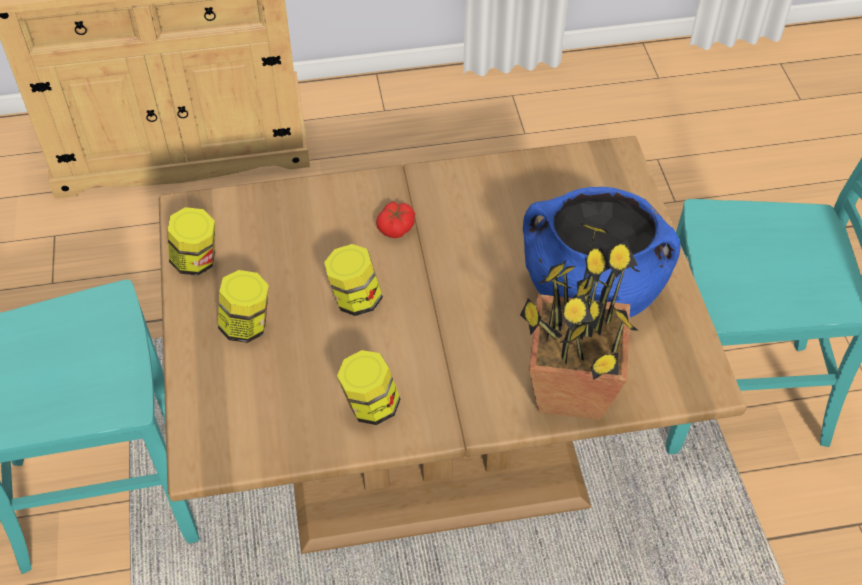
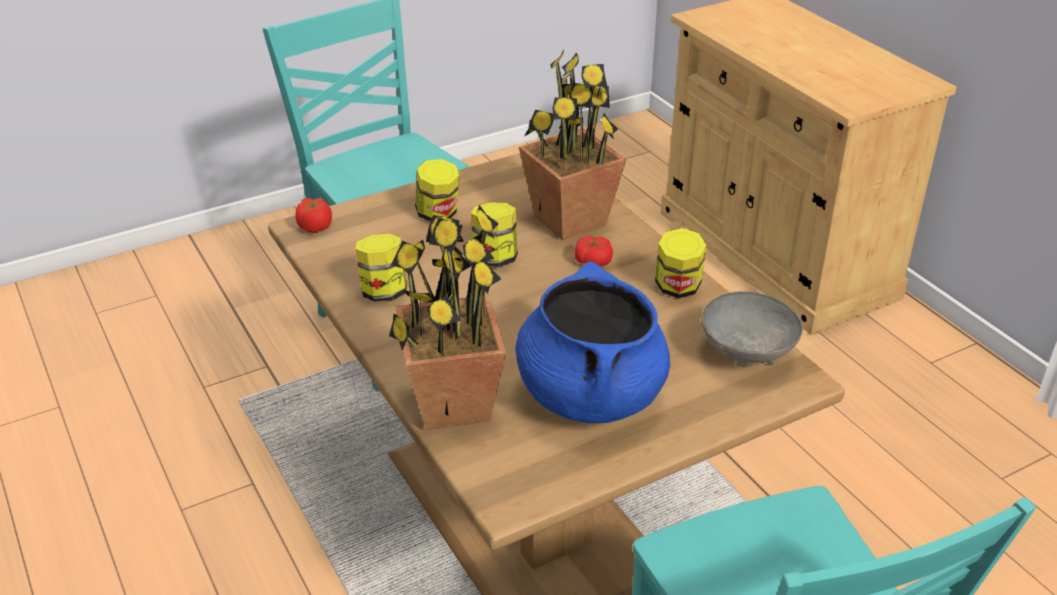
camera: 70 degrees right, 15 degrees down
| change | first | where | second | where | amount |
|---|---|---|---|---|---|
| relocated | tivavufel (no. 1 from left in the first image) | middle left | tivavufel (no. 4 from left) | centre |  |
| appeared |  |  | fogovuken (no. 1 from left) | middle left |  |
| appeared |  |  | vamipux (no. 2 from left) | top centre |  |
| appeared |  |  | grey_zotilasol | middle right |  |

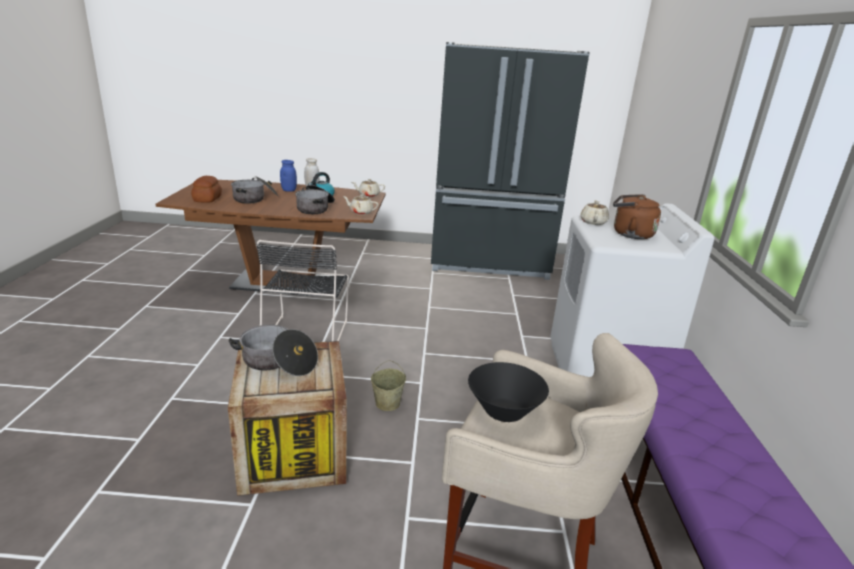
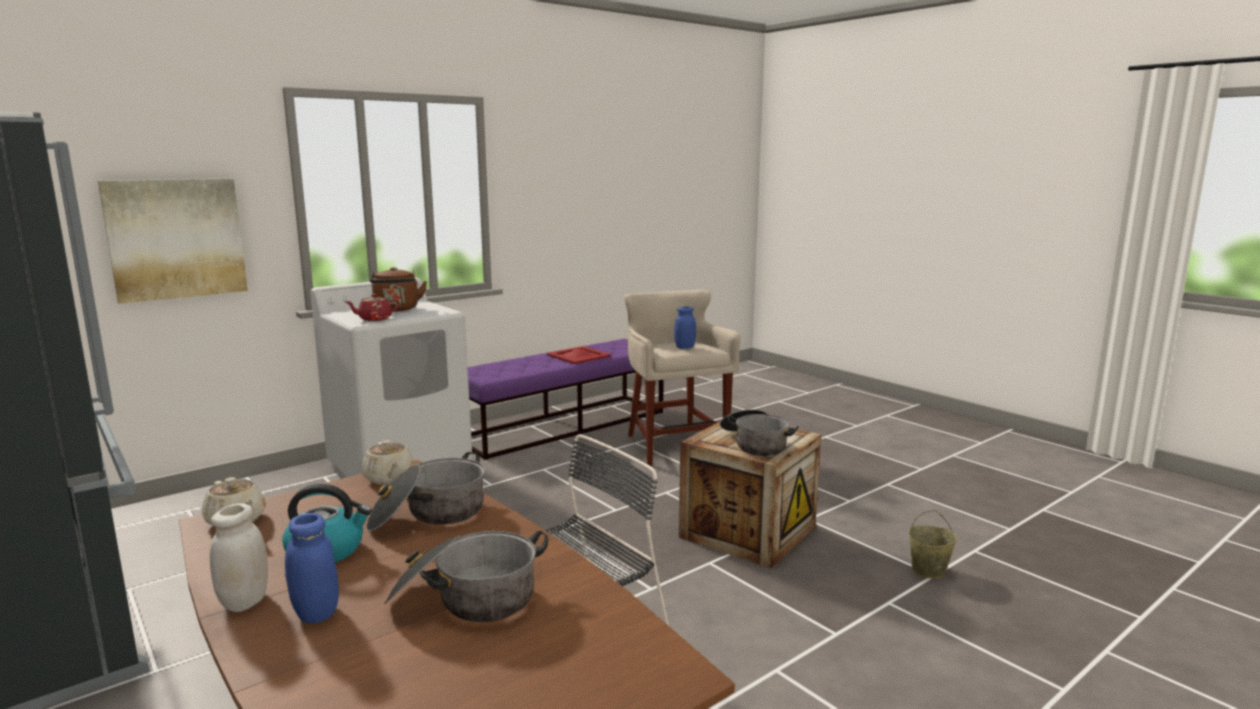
camera: 130 degrees left, 10 degrees down
| change | first | where | second | where | amount |
|---|---|---|---|---|---|
| missing | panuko | top left |  |  |  |
| relocated | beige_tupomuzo | bottom centre |  | bottom right |  |
| exchanged | black_zotilasol | bottom centre | blue_tivavufel (no. 2 from left) | centre |  |
| colour | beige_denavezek (no. 3 from left) | middle right | red_denavezek | middle left |  |
| appeared |  |  | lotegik | middle left |  |
| appeared |  |  | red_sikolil | centre |  |

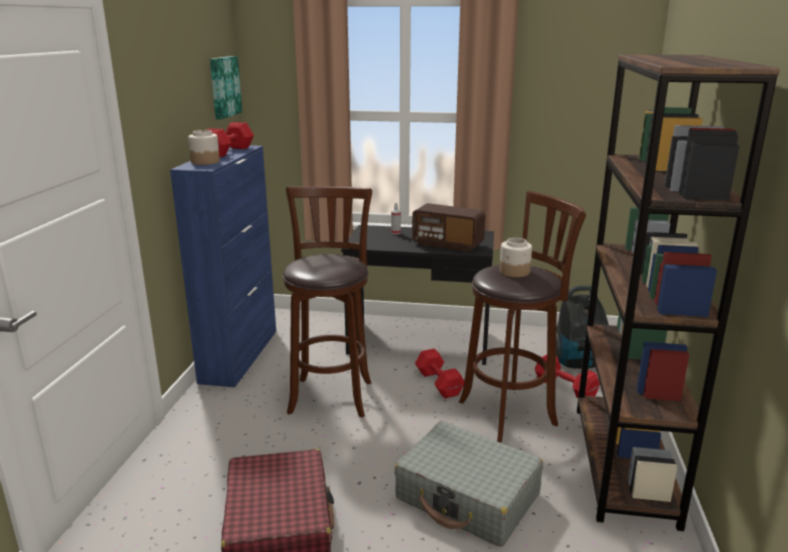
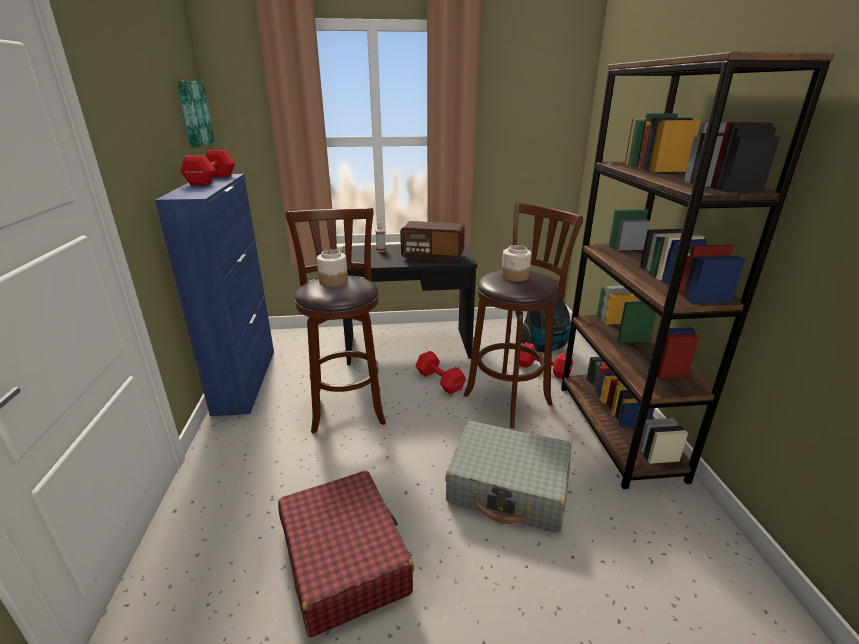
camera: 15 degrees left, 5 degrees up
| change | first | where | second | where | amount |
|---|---|---|---|---|---|
| relocated | tivavufel (no. 1 from left) | top left |  | centre |  |

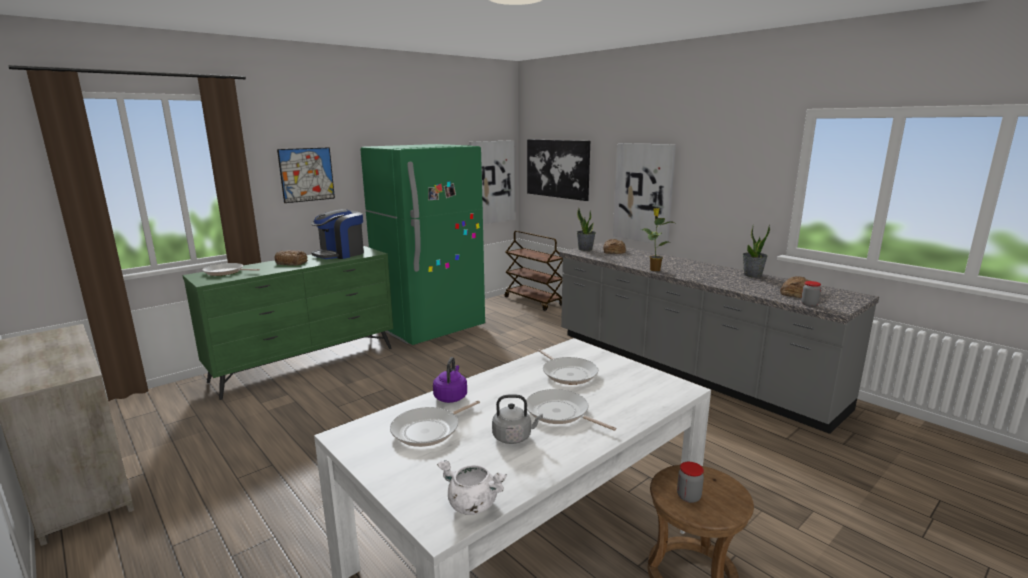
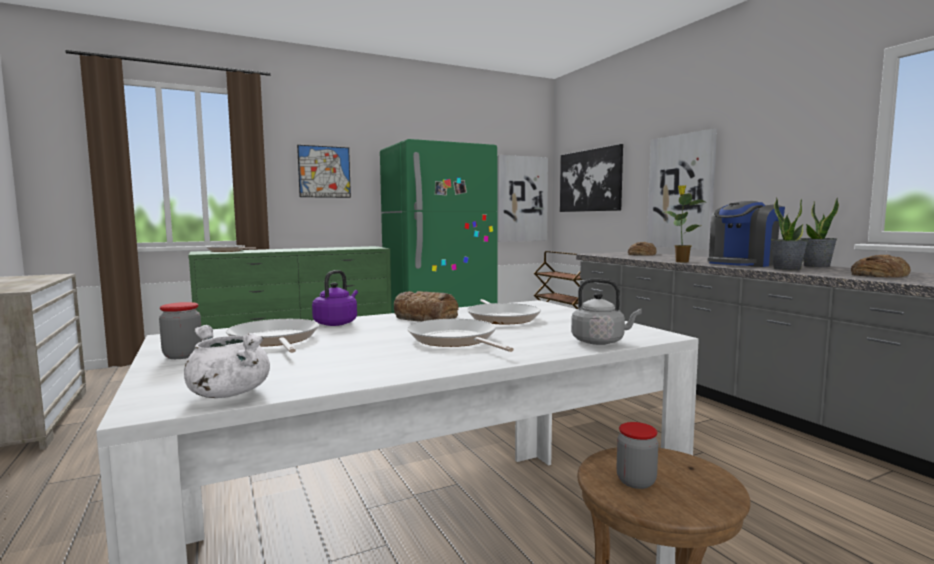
camera: 15 degrees right, 10 degrees down
| change | first | where | second | where | amount |
|---|---|---|---|---|---|
| relocated | panuko (no. 1 from left) | middle left |  | centre |  |
| relocated | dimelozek | middle left |  | middle right |  |
| spun | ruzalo (no. 2 from left) | bottom centre |  | middle left | 90 degrees clockwise |
| relocated | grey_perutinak | bottom centre |  | centre |  |
| relocated | vamipux (no. 1 from left in the first image) | centre | vamipux (no. 2 from left) | middle right |  |
| relocated | tivavufel (no. 2 from left in the first image) | middle right | tivavufel (no. 1 from left) | middle left |  |

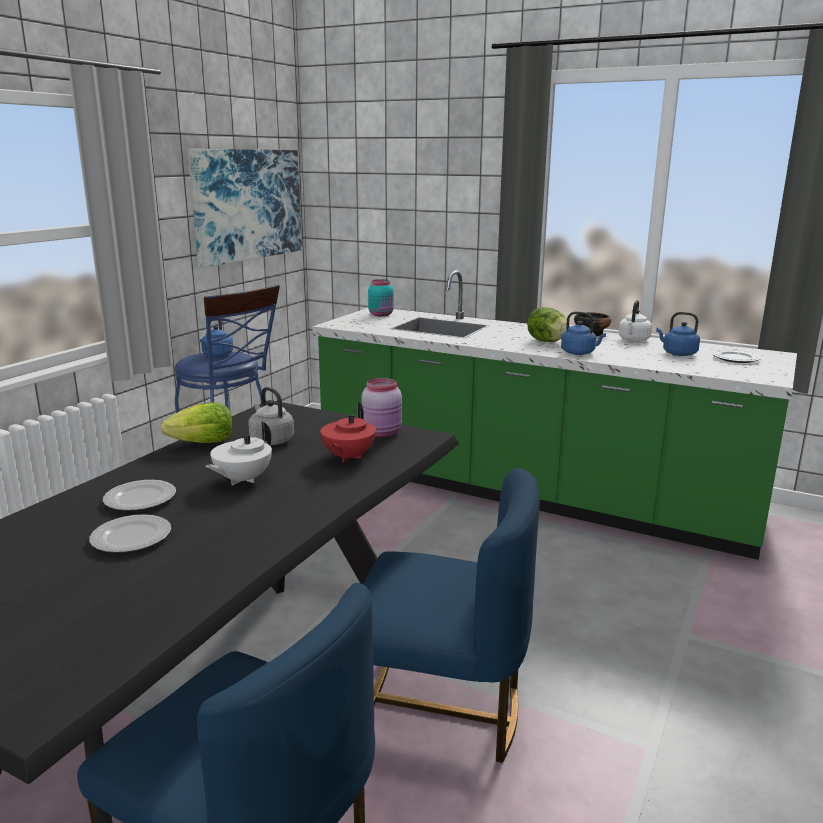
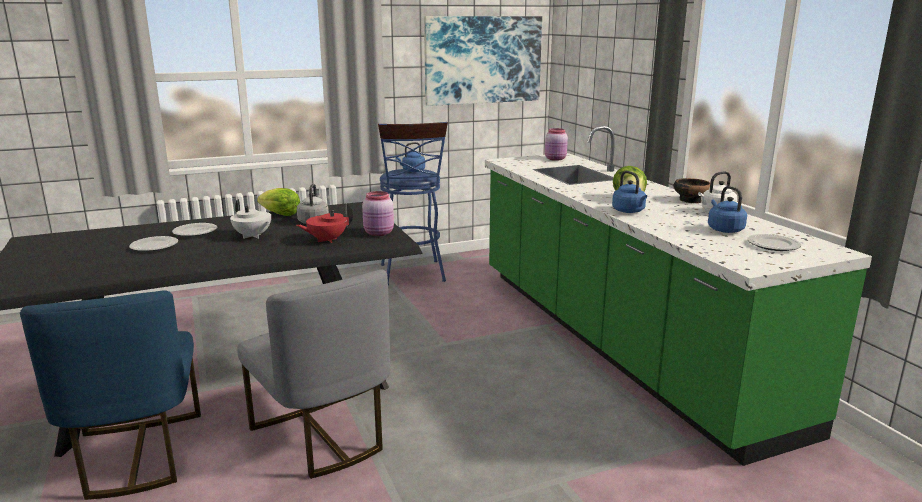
camera: 40 degrees right, 0 degrees up
| change | first | where | second | where | amount |
|---|---|---|---|---|---|
| spun | white_denavezek | middle left |  | middle left | 120 degrees counterclockwise |
| colour | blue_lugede (no. 2 from left) | bottom centre | grey_lugede | bottom centre |  |
| colour | turquoise_tivavufel | centre | pink_tivavufel (no. 2 from left) | top centre |  |

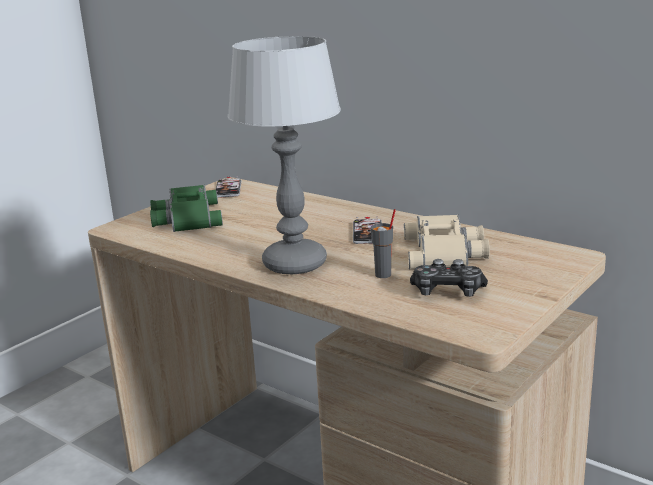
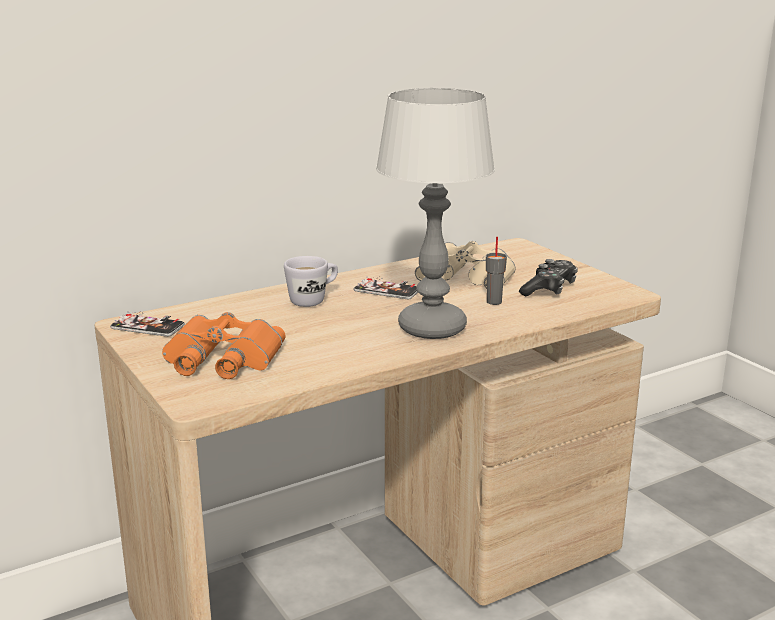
camera: 70 degrees left, 0 degrees up
| change | first | where | second | where | amount |
|---|---|---|---|---|---|
| colour | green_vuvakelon | middle left | orange_vuvakelon | middle left |  |
| appeared |  |  | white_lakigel | centre |  |

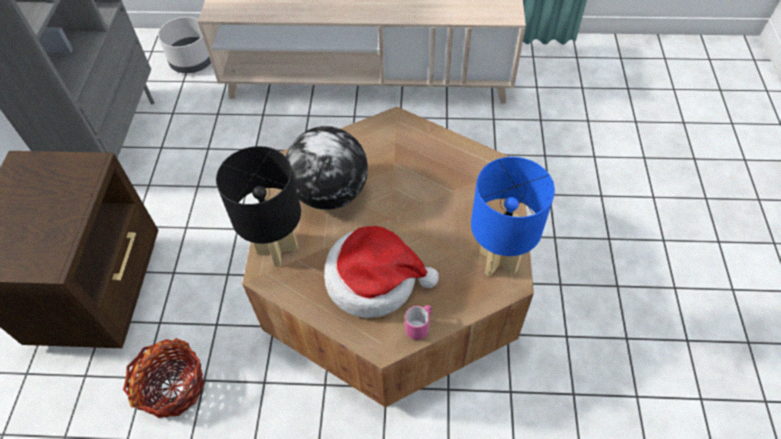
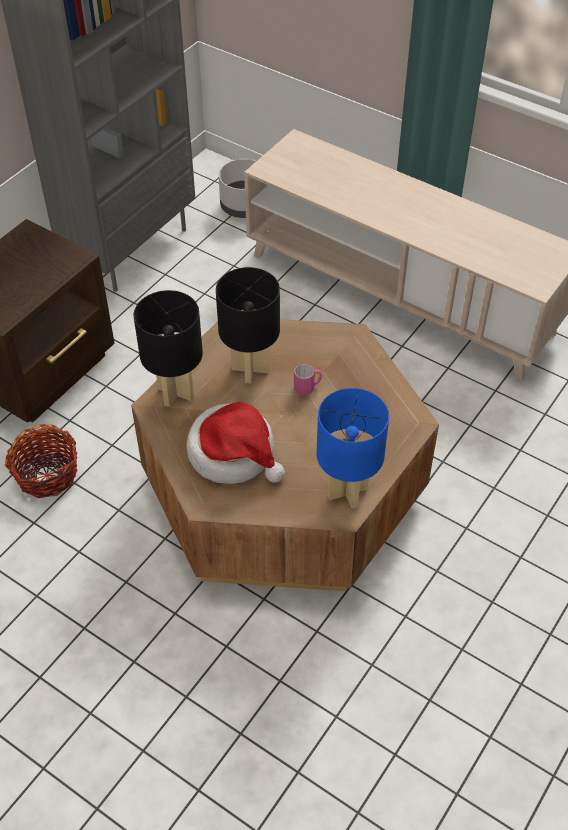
camera: 30 degrees right, 5 degrees down
| change | first | where | second | where | amount |
|---|---|---|---|---|---|
| exchanged | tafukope | centre | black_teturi (no. 2 from left) | centre |  |
| relocated | pink_lakigel | bottom centre |  | centre |  |

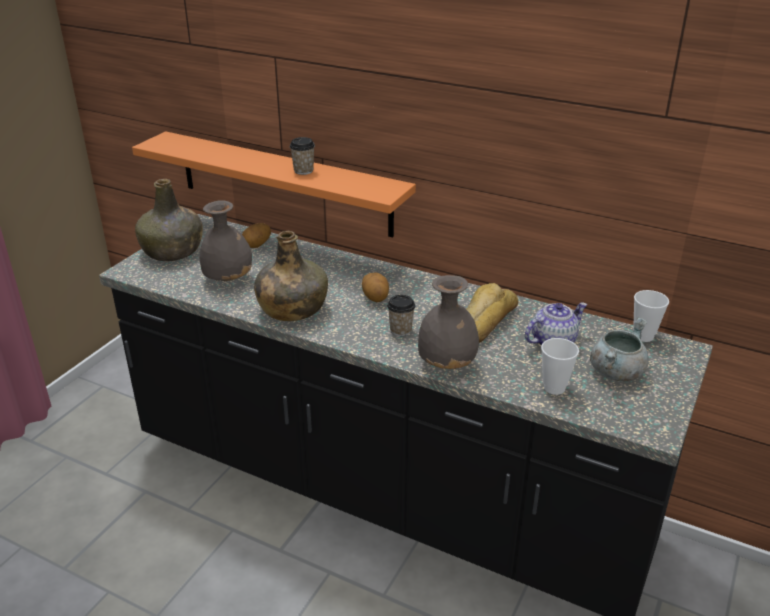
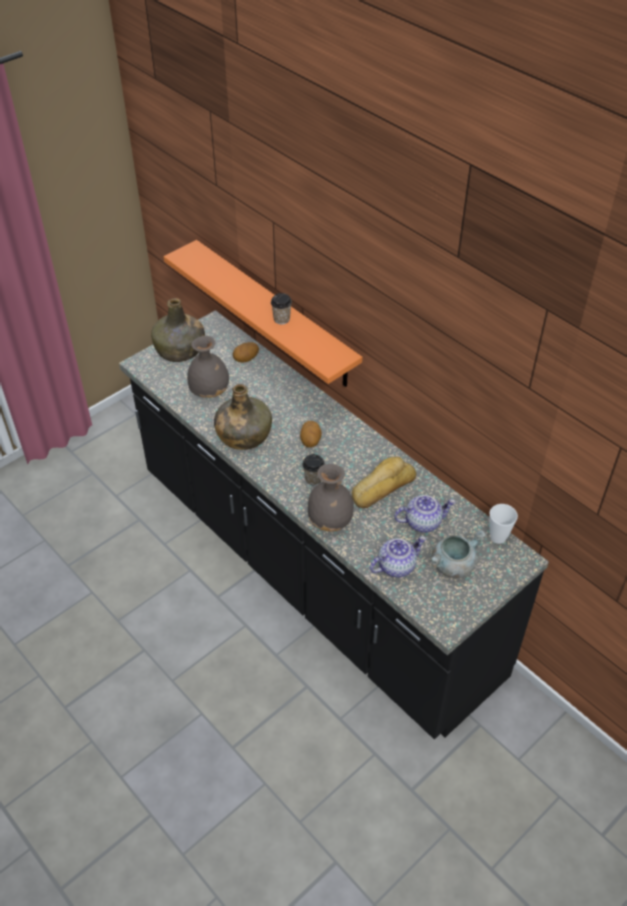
camera: 20 degrees right, 15 degrees up
| change | first | where | second | where | amount |
|---|---|---|---|---|---|
| exchanged | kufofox (no. 3 from left) | middle right | denavezek (no. 1 from left) | centre |  |

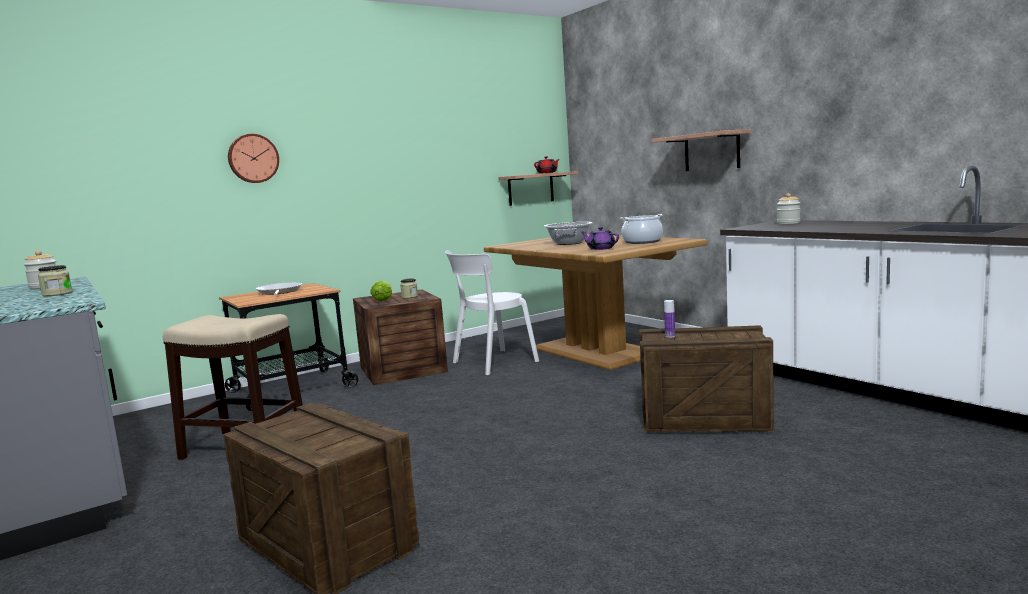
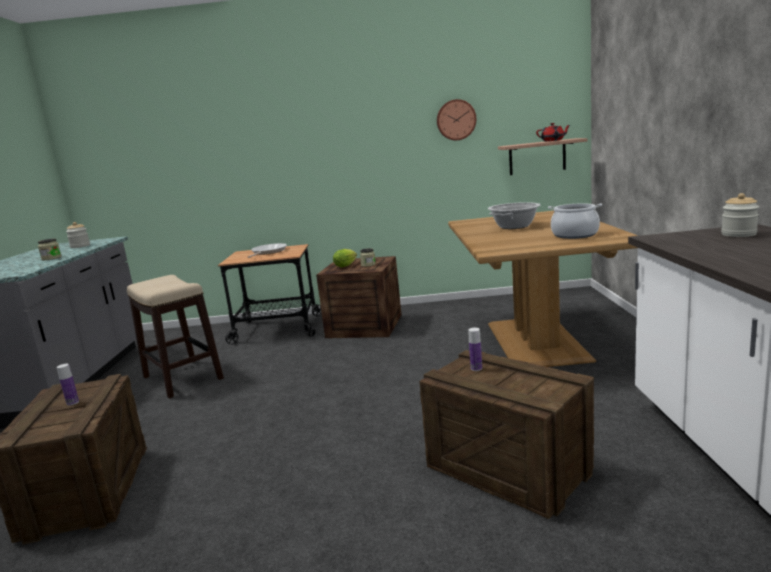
camera: 35 degrees right, 5 degrees up
| change | first | where | second | where | amount |
|---|---|---|---|---|---|
| relocated | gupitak | top left |  | top centre |  |
| missing | white_lugede | centre |  |  |  |
| missing | purple_denavezek | centre |  |  |  |
| missing | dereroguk (no. 2 from left) | top right |  |  |  |
| appeared |  |  | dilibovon (no. 1 from left) | bottom left |  |

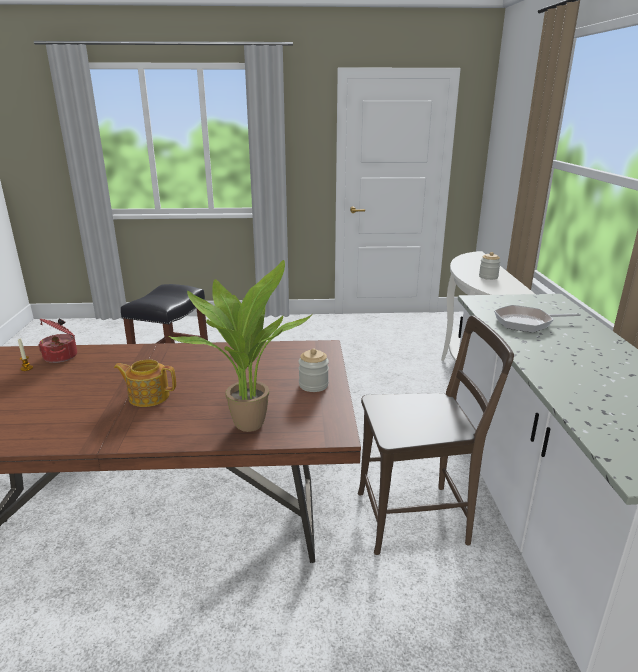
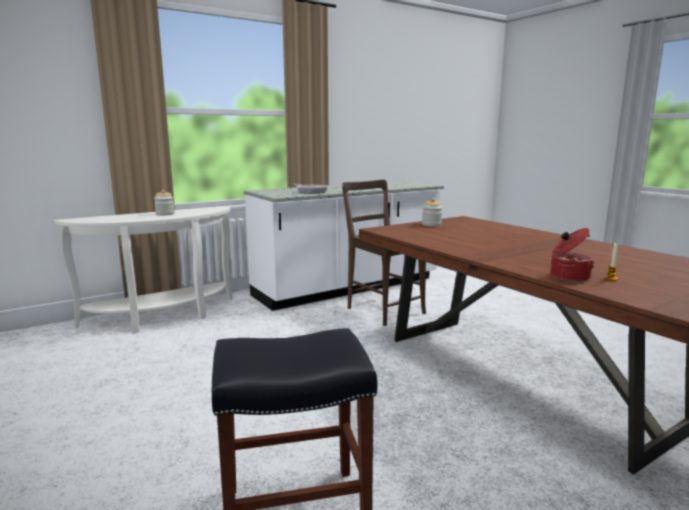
camera: 120 degrees left, 10 degrees down
| change | first | where | second | where | amount |
|---|---|---|---|---|---|
| missing | denavezek | middle left |  |  |  |
| missing | vamipux | centre |  |  |  |

